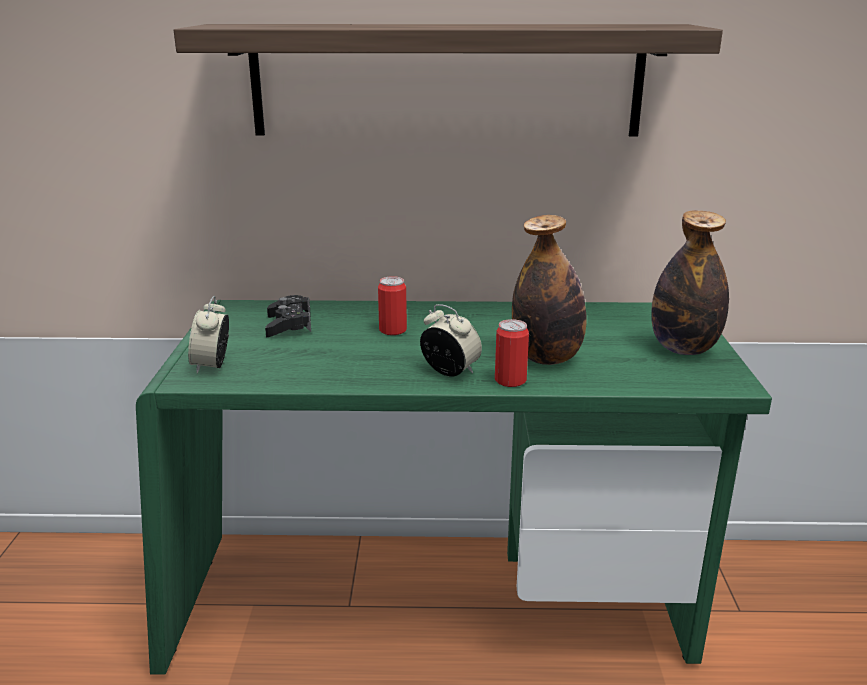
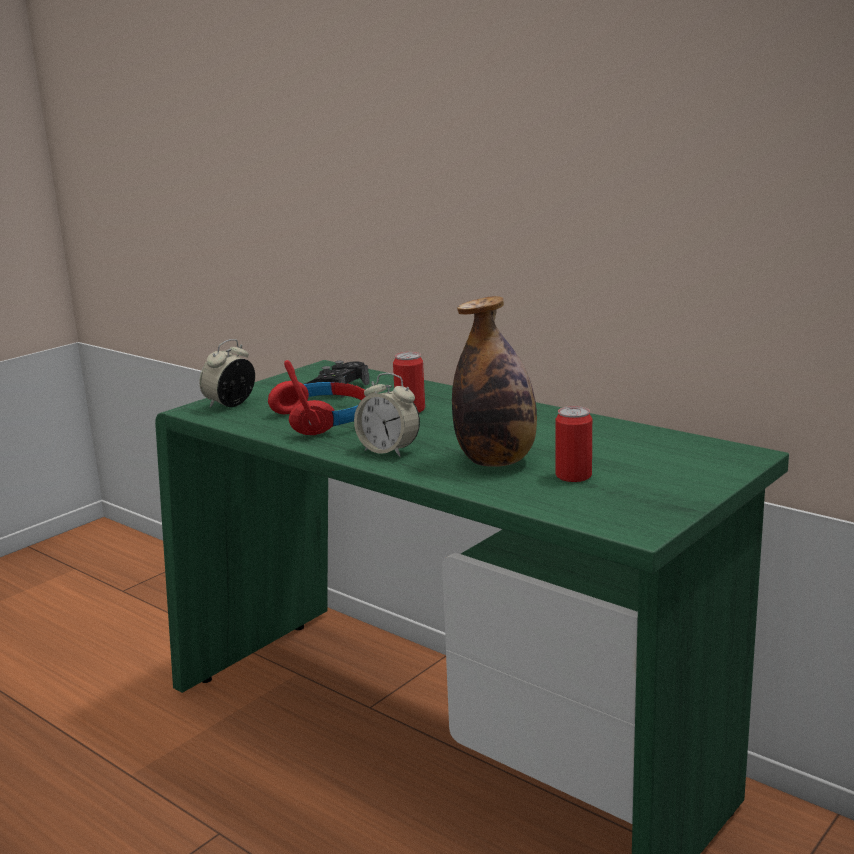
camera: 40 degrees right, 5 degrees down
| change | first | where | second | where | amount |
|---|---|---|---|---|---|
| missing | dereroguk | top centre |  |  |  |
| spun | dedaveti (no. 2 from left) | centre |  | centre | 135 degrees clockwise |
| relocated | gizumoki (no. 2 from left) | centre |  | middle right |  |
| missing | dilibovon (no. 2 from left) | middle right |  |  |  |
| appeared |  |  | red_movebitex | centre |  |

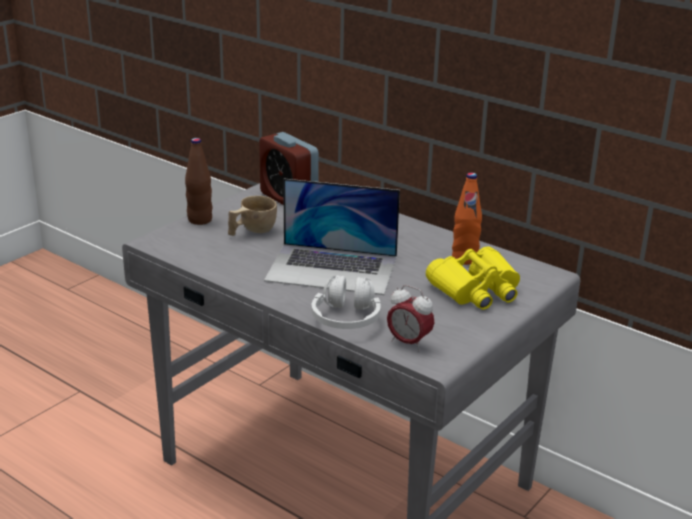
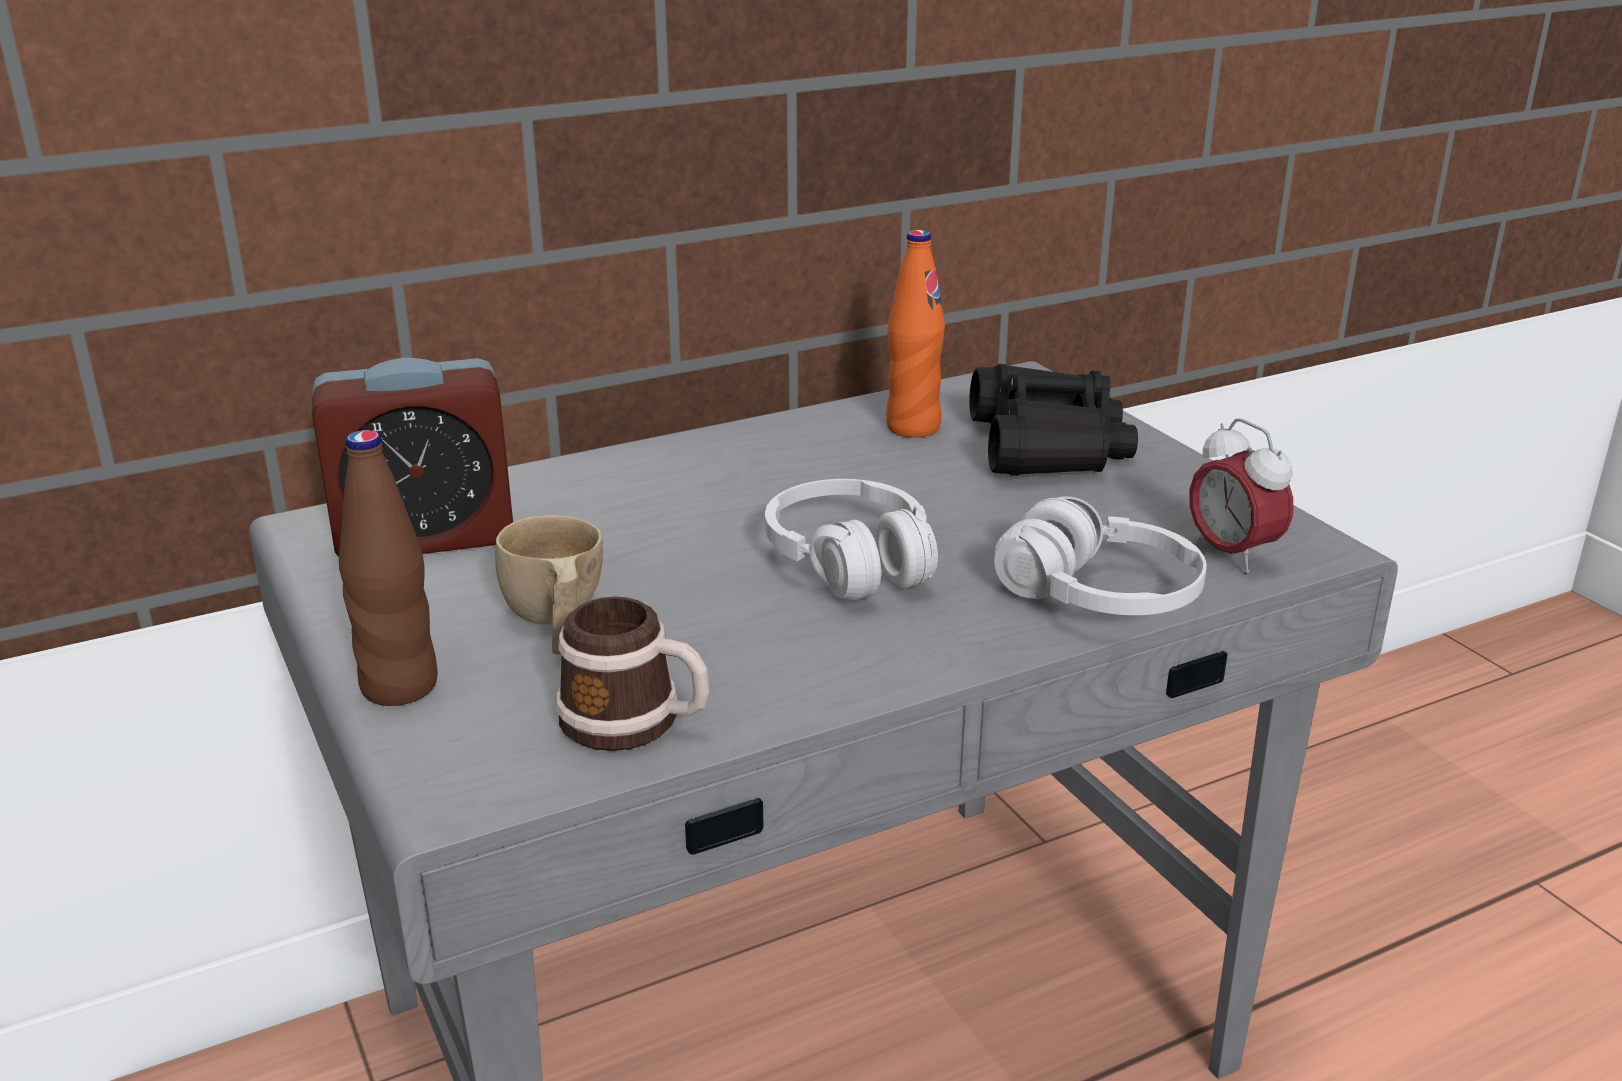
camera: 65 degrees left, 0 degrees up
| change | first | where | second | where | amount |
|---|---|---|---|---|---|
| exchanged | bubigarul | centre | white_movebitex (no. 1 from left) | centre |  |
| spun | dedaveti (no. 2 from left) | centre |  | middle right | 90 degrees clockwise |
| colour | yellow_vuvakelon | middle right | black_vuvakelon | centre |  |
| appeared |  |  | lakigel | centre |  |

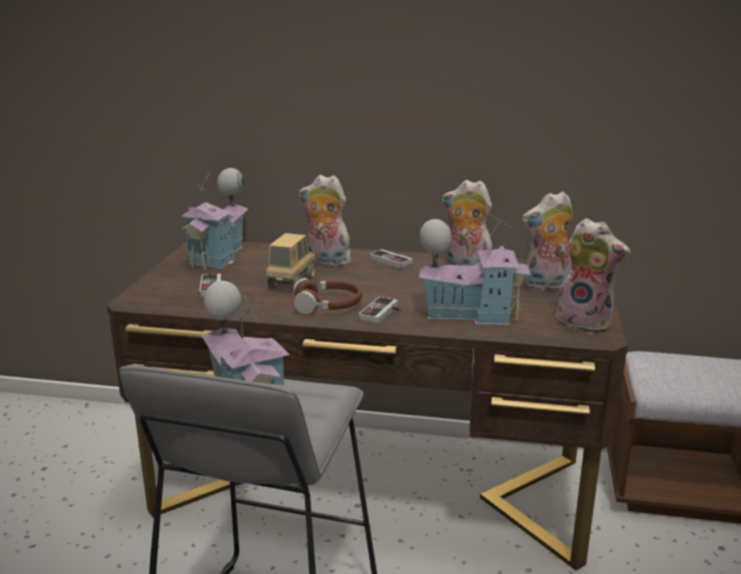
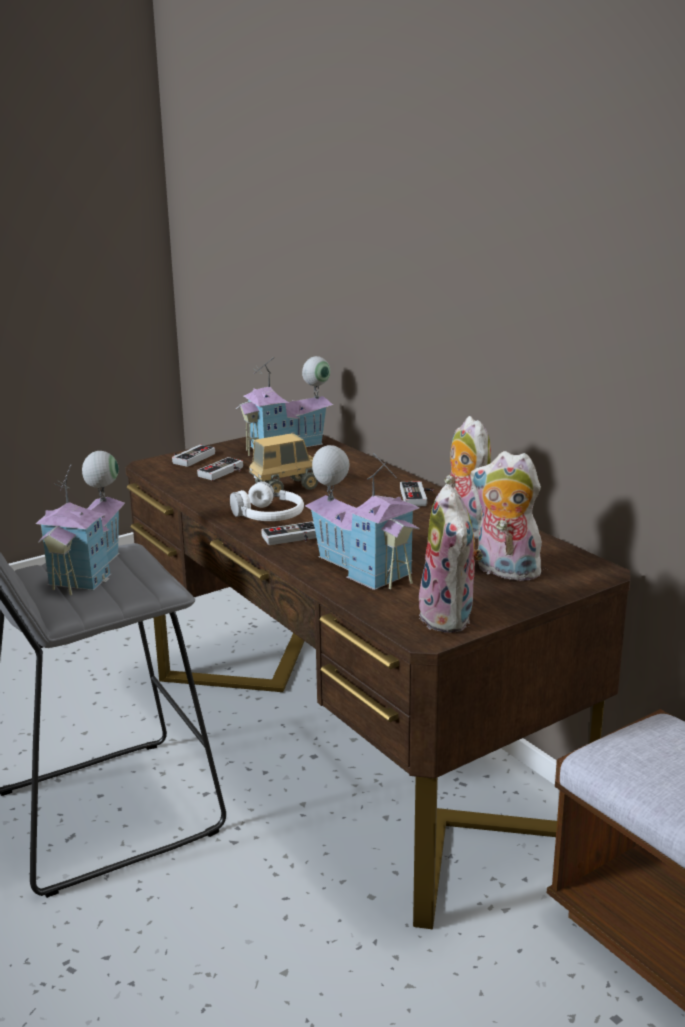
camera: 45 degrees right, 0 degrees up
| change | first | where | second | where | amount |
|---|---|---|---|---|---|
| colour | brown_movebitex | centre | white_movebitex | centre |  |
| missing | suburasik (no. 1 from left) | centre |  |  |  |
| appeared |  |  | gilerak (no. 1 from left) | middle left |  |

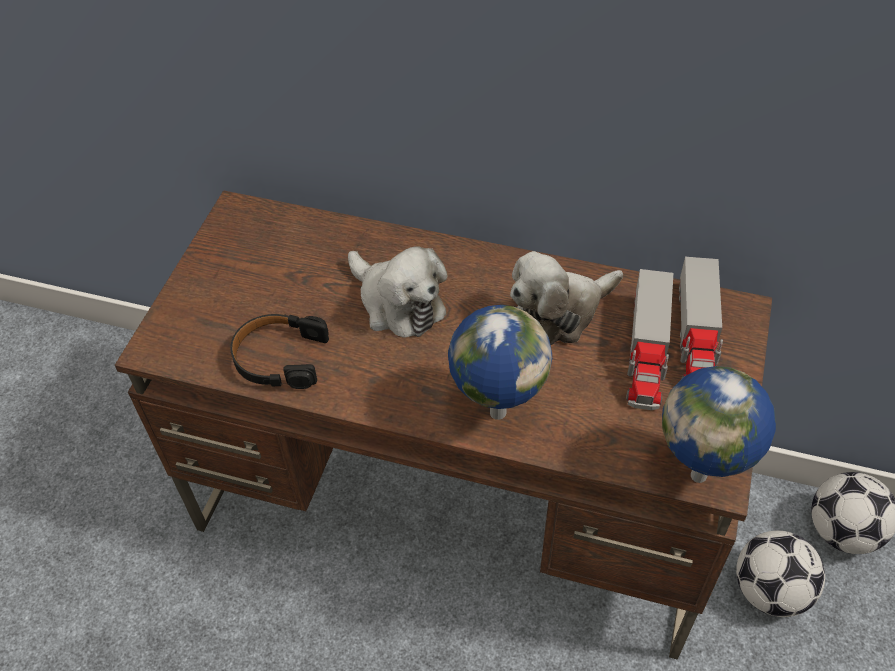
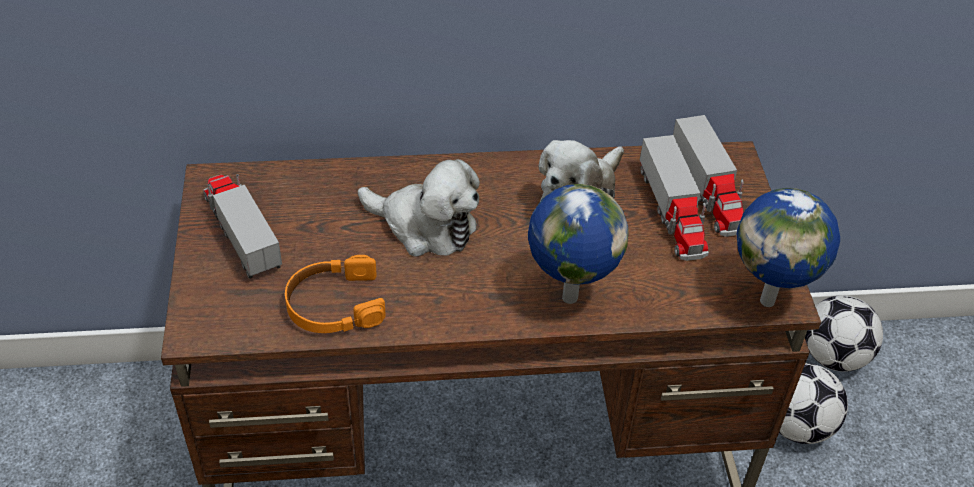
camera: 25 degrees left, 5 degrees down
| change | first | where | second | where | amount |
|---|---|---|---|---|---|
| colour | black_movebitex | middle left | orange_movebitex | centre |  |
| appeared |  |  | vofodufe (no. 1 from left) | middle left |  |

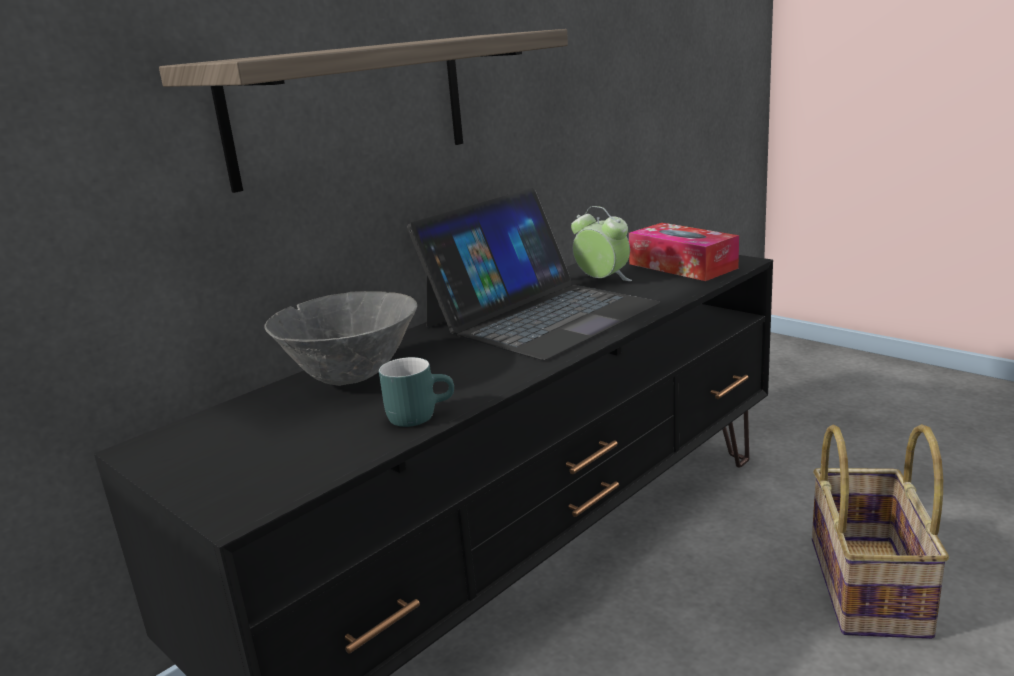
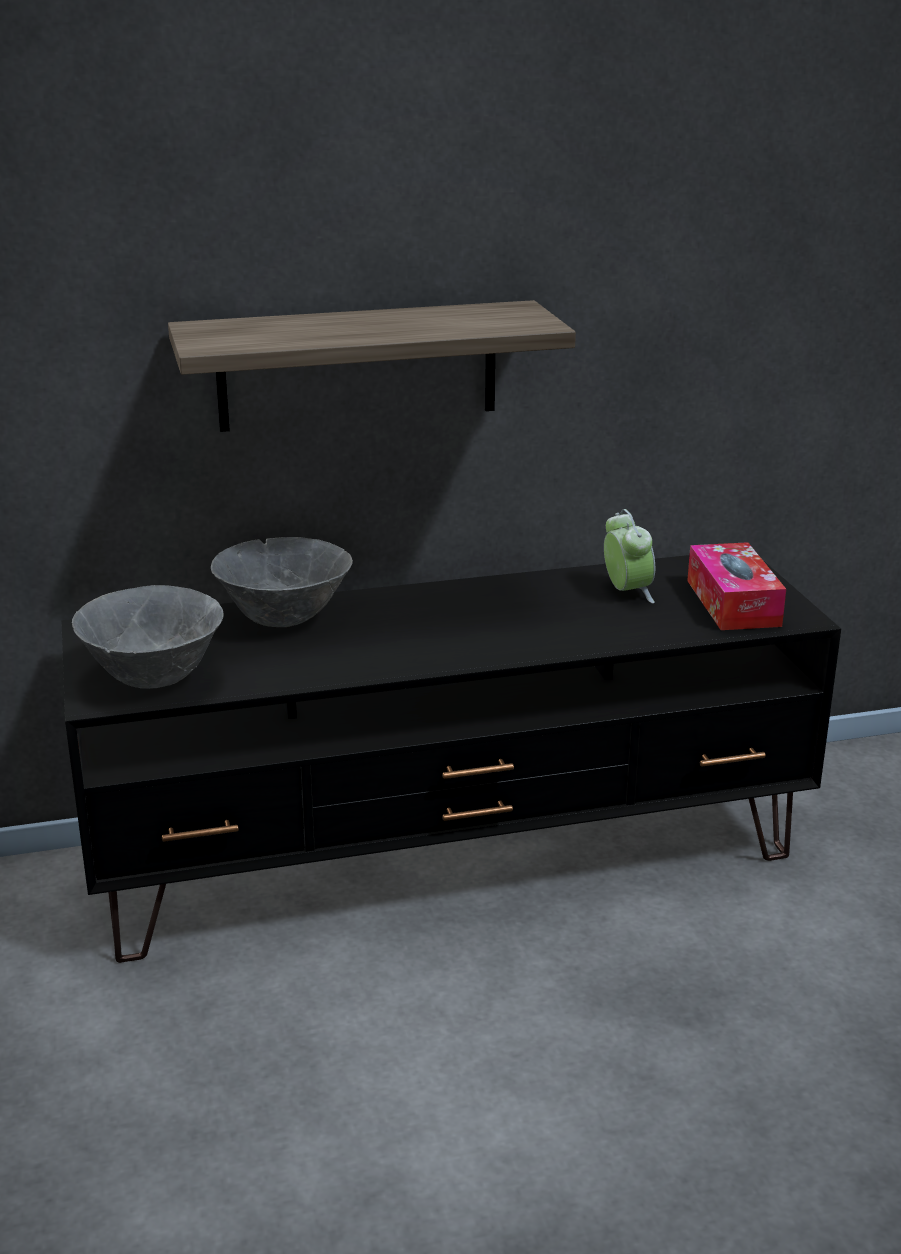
camera: 30 degrees right, 5 degrees up
| change | first | where | second | where | amount |
|---|---|---|---|---|---|
| missing | turquoise_lakigel | centre |  |  |  |
| missing | bubigarul | centre |  |  |  |
| missing | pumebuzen | bottom right |  |  |  |
| appeared |  |  | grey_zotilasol (no. 1 from left) | middle left |  |

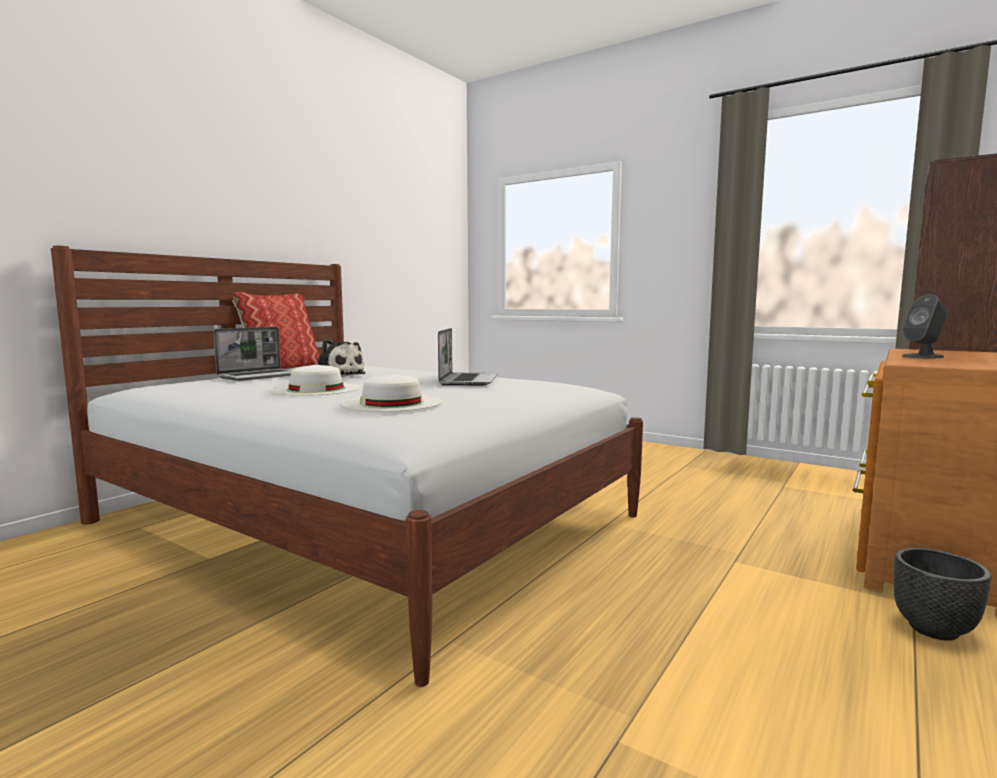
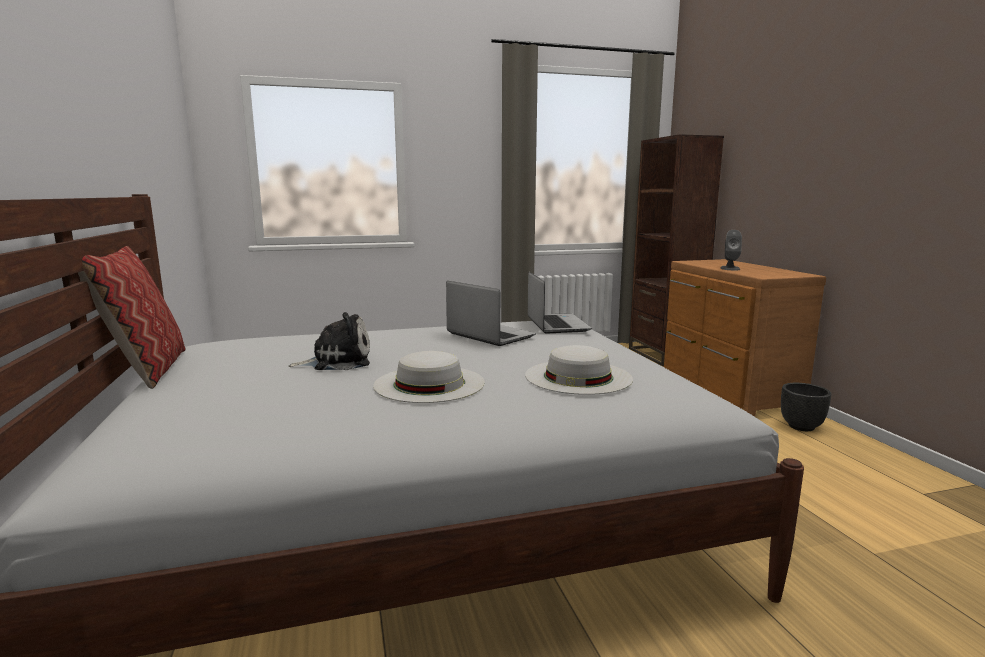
camera: 50 degrees left, 5 degrees up
| change | first | where | second | where | amount |
|---|---|---|---|---|---|
| relocated | bubigarul (no. 1 from left in the first image) | middle left | bubigarul (no. 2 from left) | centre |  |

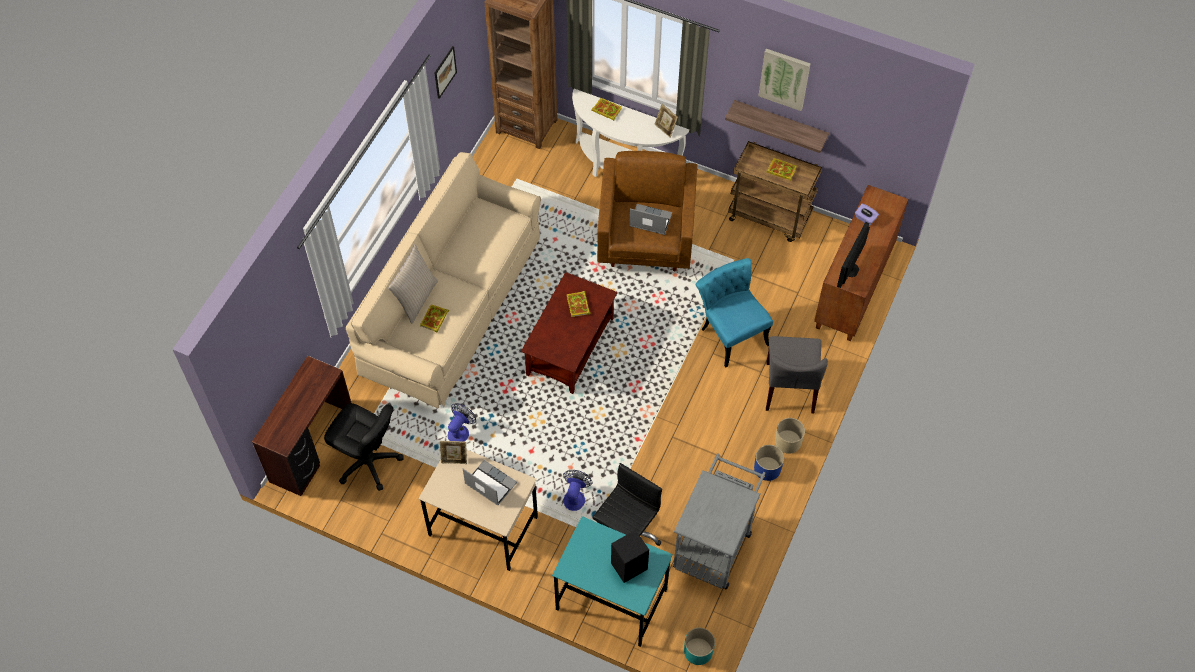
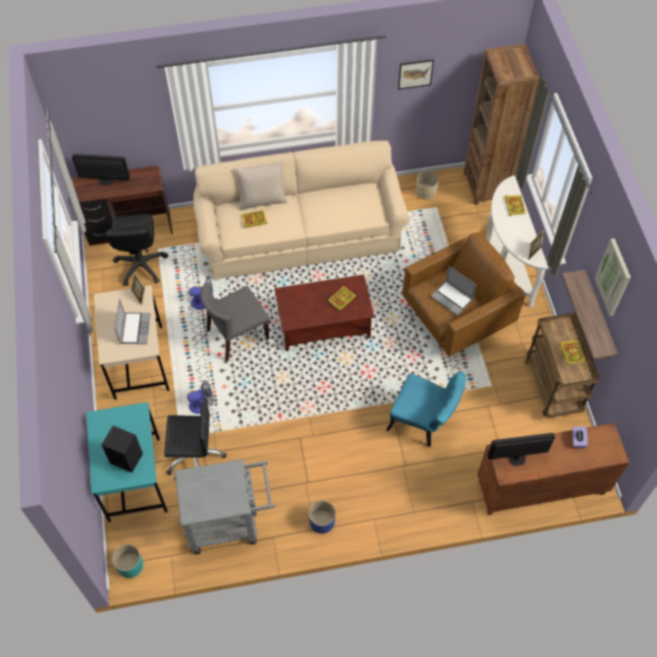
camera: 55 degrees right, 0 degrees up
| change | first | where | second | where | amount |
|---|---|---|---|---|---|
| spun | bubigarul (no. 2 from left) | top centre |  | middle right | 150 degrees clockwise |
| spun | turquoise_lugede | centre |  | centre | 90 degrees clockwise |
| relocated | grey_lugede | middle right |  | centre |  |
| relocated | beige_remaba | centre |  | top centre |  |
| appeared |  |  | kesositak (no. 1 from left) | top left |  |

